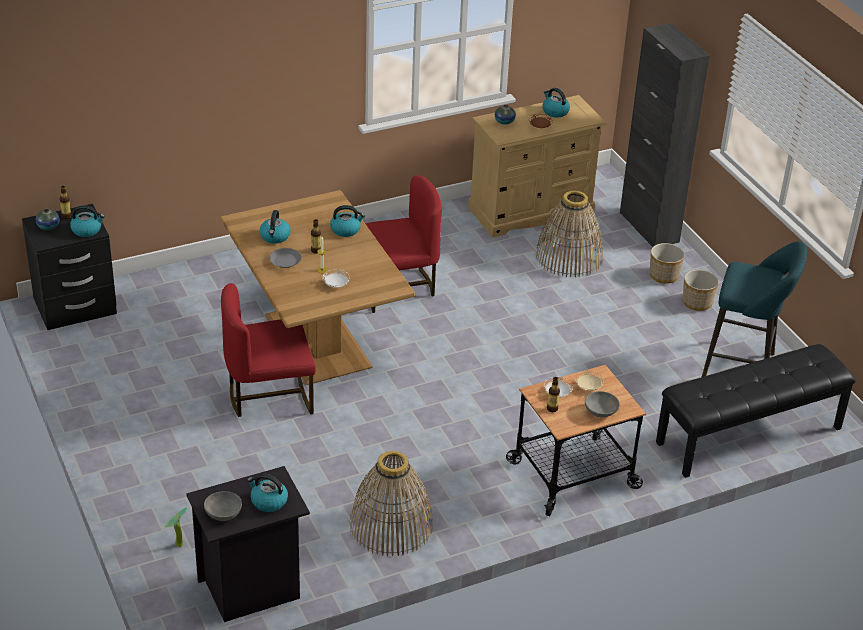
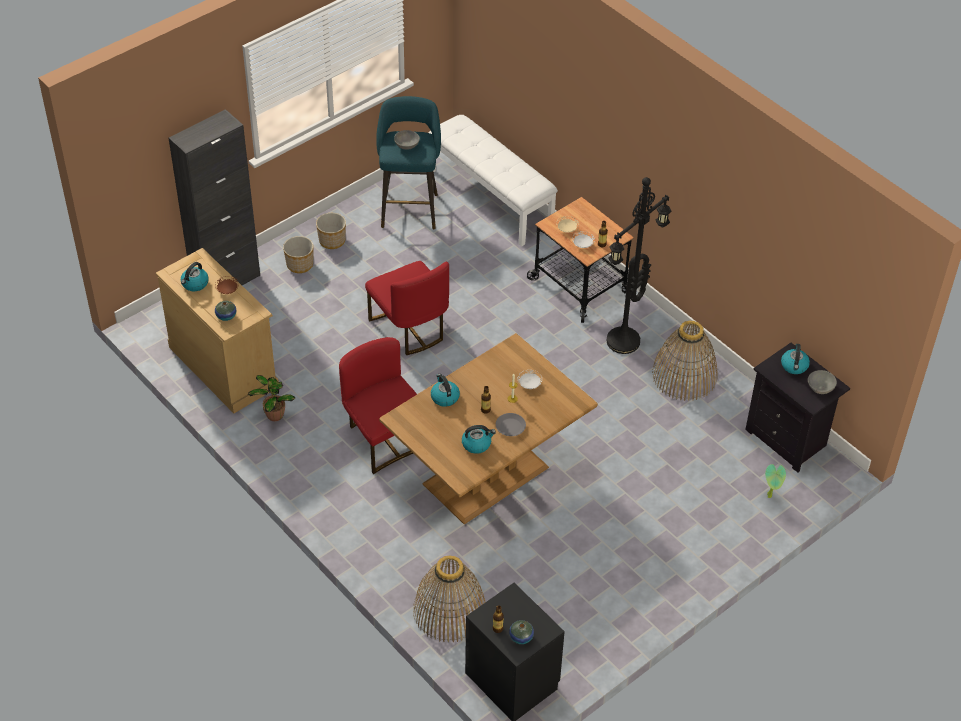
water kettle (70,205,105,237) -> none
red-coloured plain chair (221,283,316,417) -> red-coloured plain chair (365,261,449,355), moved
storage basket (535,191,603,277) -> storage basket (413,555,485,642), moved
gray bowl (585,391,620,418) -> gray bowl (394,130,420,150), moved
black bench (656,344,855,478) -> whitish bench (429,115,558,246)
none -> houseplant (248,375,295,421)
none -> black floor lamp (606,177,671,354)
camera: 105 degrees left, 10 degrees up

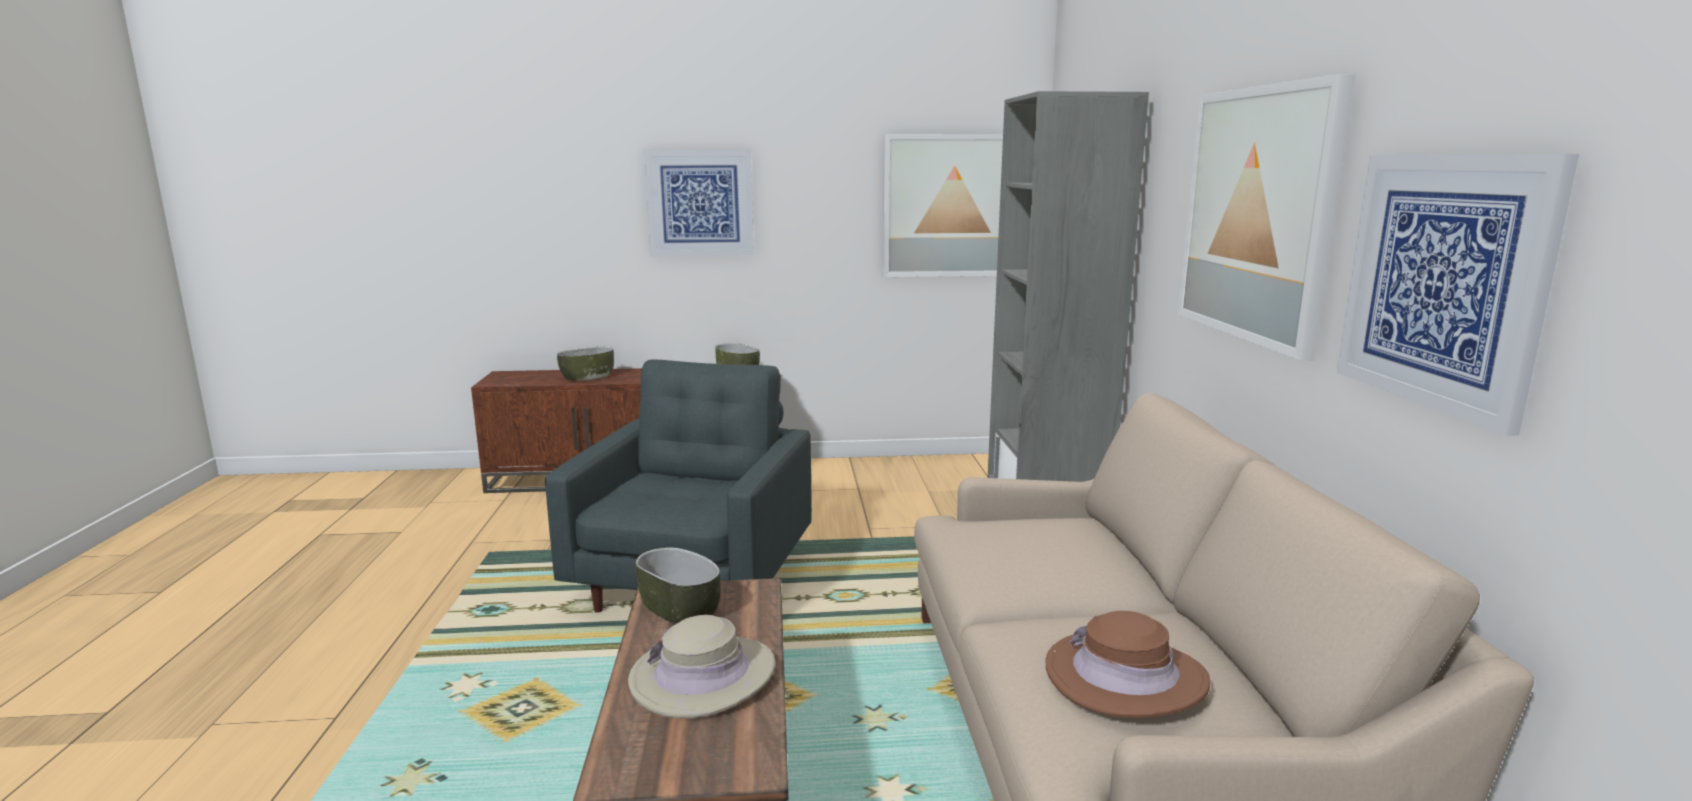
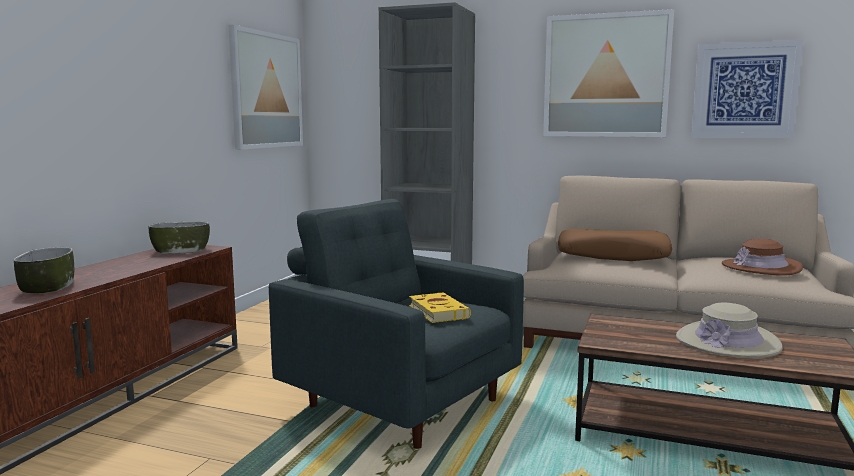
bowl (636,547,720,623) -> none
wall art (644,150,754,257) -> none
none -> yellow-coloured book (409,292,471,323)
none -> brownish cushion (558,229,672,261)
camera: 65 degrees left, 5 degrees down

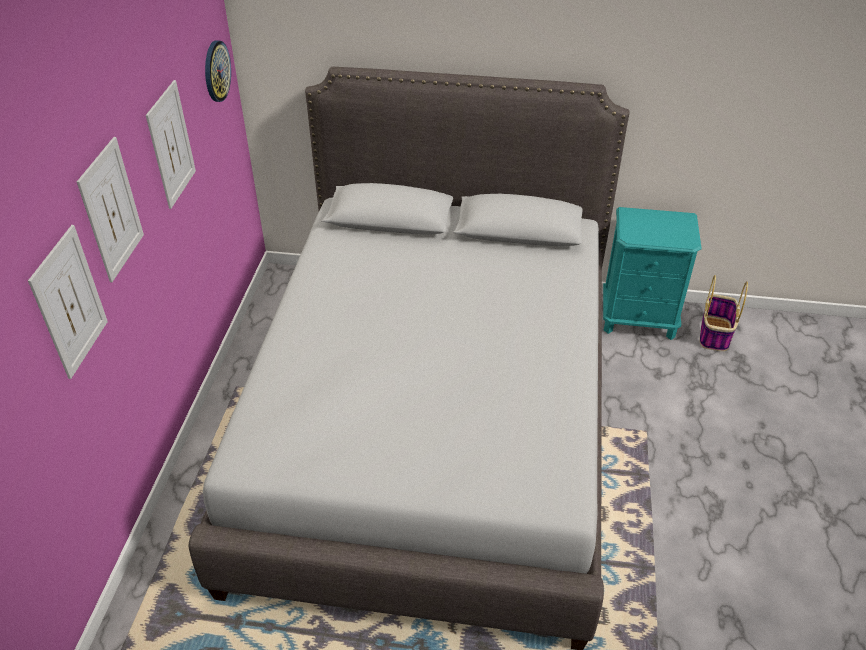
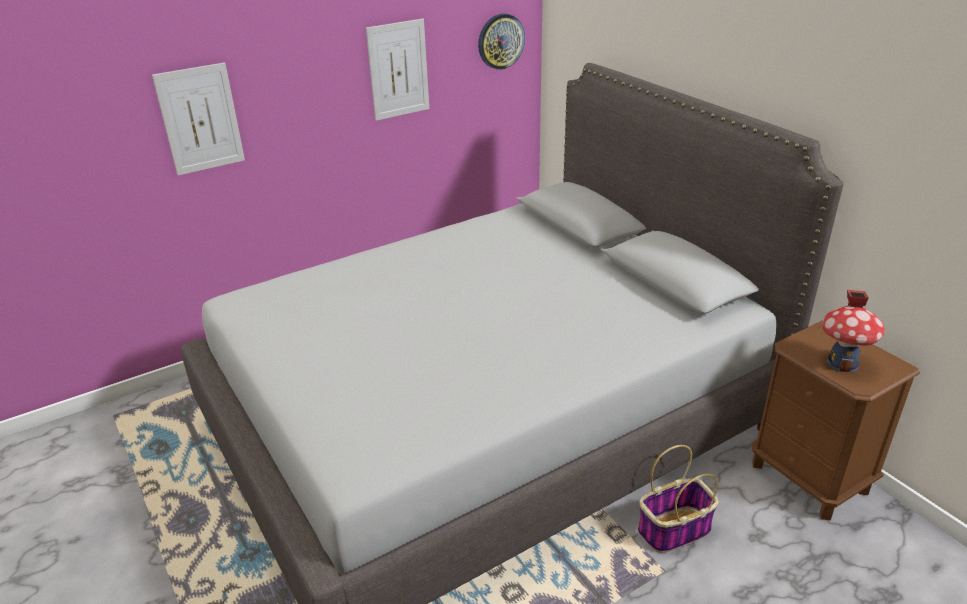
wall art (77,137,144,282) -> none
blue-green bedside table (603,207,702,340) -> brownish bedside table (752,320,920,520)
storage basket (700,275,748,351) -> storage basket (638,445,719,553), moved
none -> model house (822,290,885,373)
camera: 50 degrees right, 10 degrees down

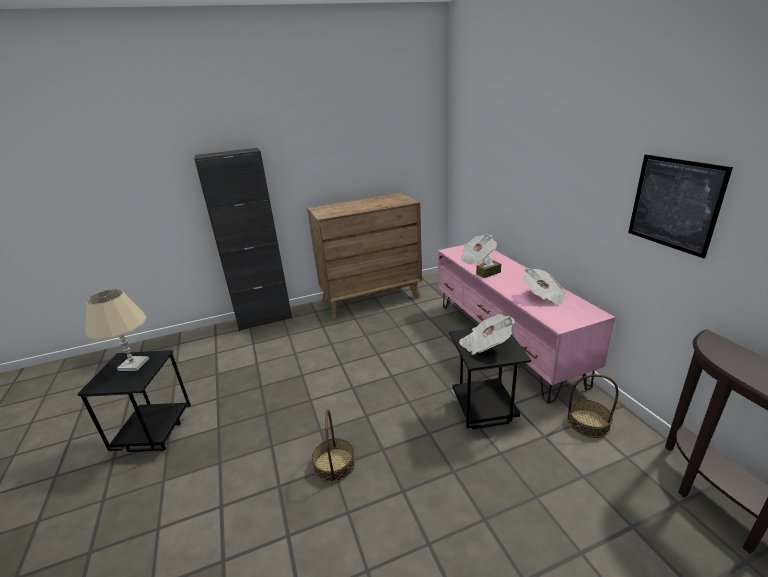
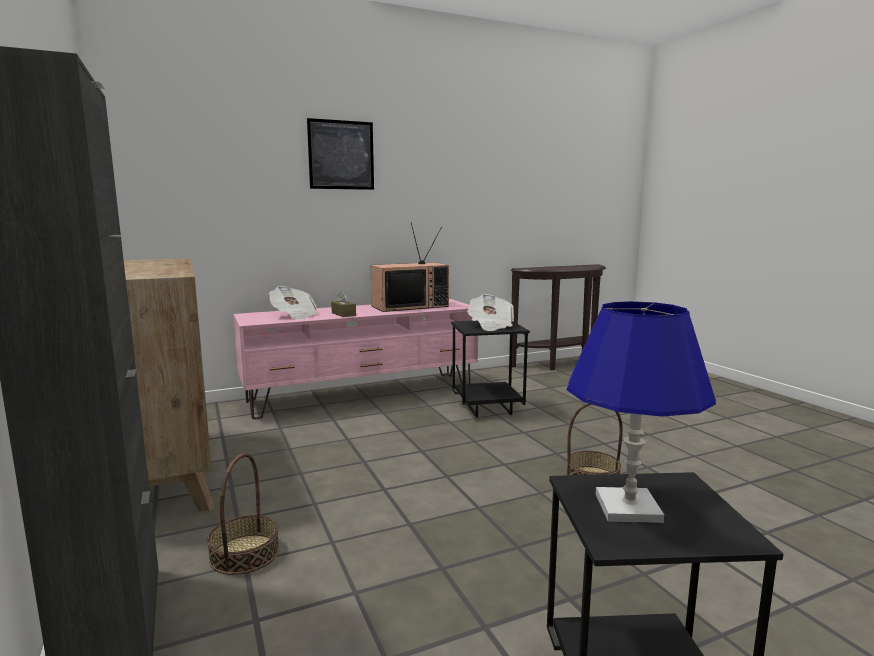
sand-coloured lamp for a table (85,289,149,371) -> blue lamp for a table (567,301,716,523)
printed paper (524,268,566,306) -> television (371,222,449,312)
storage basket (567,374,618,438) -> storage basket (207,453,280,575), moved
wall art (628,154,733,258) -> wall art (307,118,374,190), moved
camera: 95 degrees left, 15 degrees down

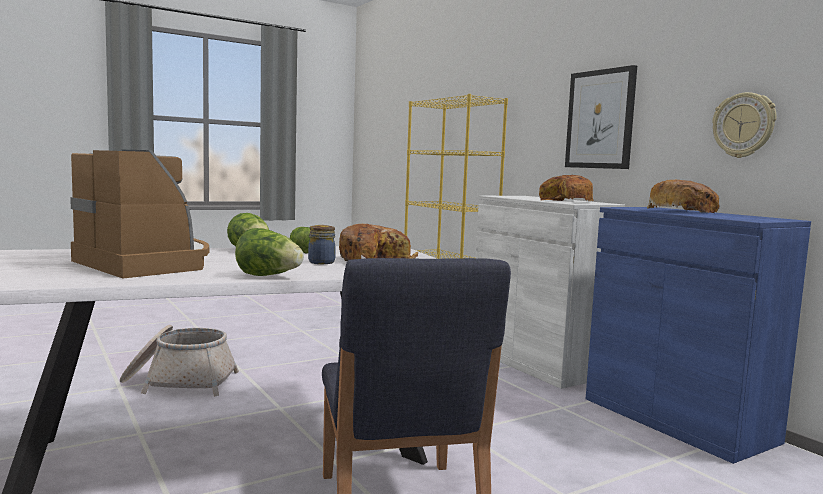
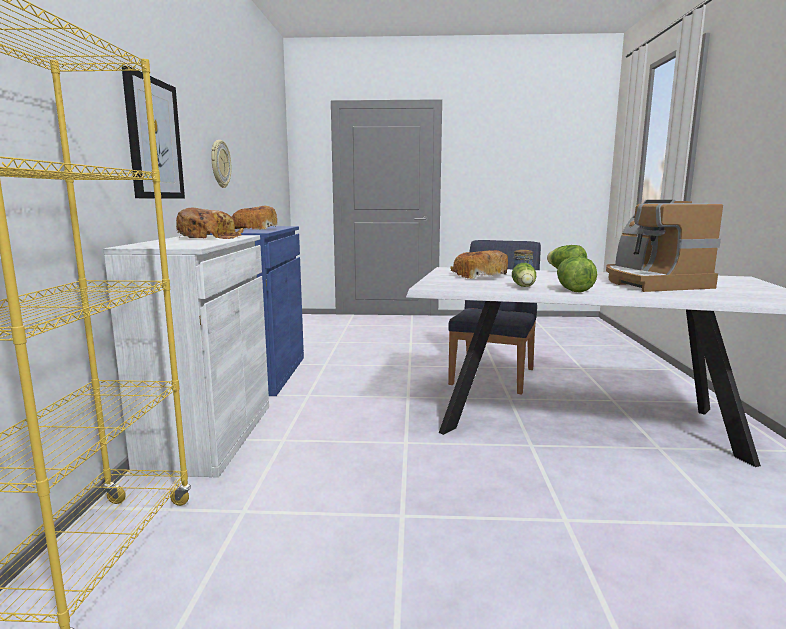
storage basket (120,325,239,397) -> none
camera: 145 degrees left, 5 degrees up

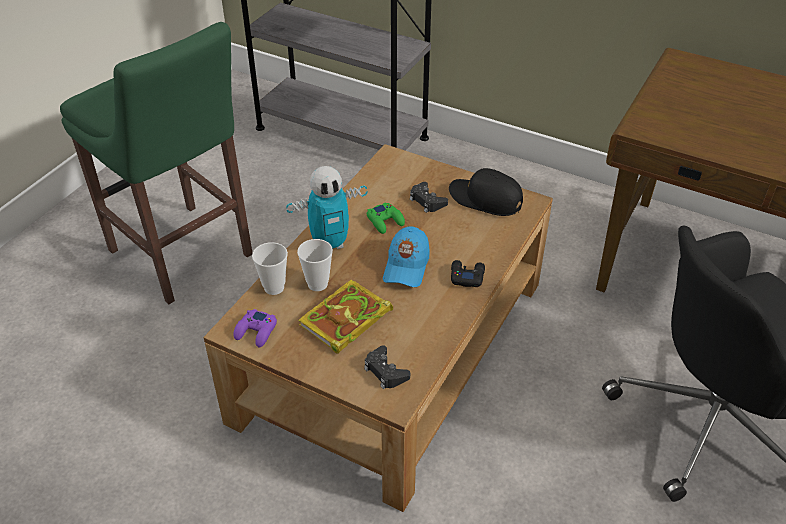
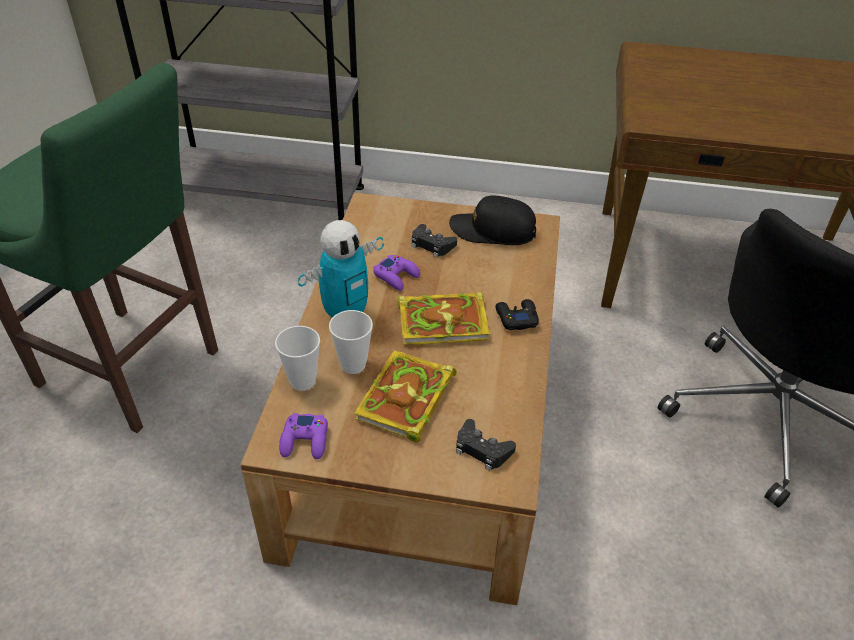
green gamepad (367,202,405,234) -> purple-coloured gamepad (373,255,420,291)
blue peaked cap (383,227,429,287) -> book (398,291,490,345)
camera: 20 degrees left, 0 degrees up

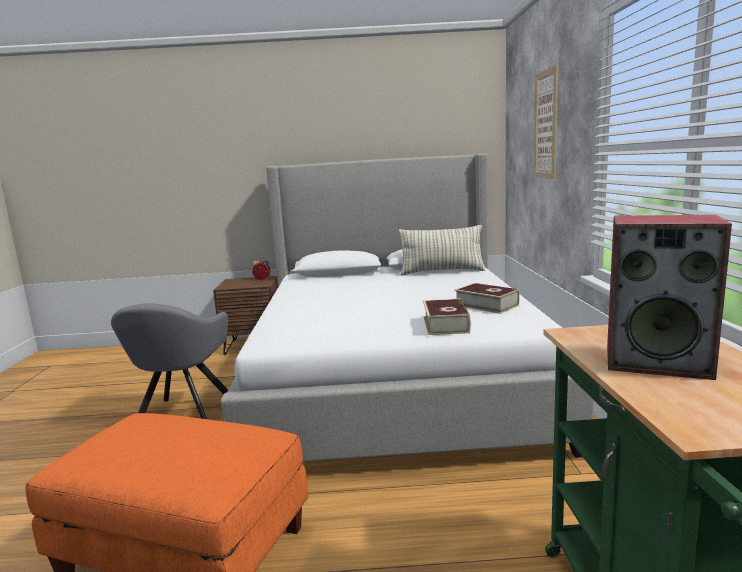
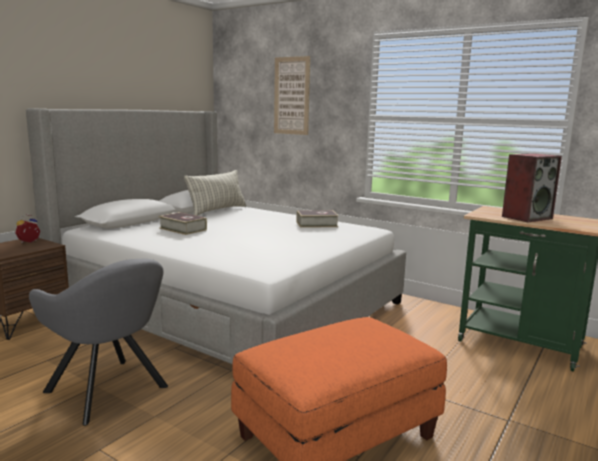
book (423,299,471,335) -> book (158,212,207,235), moved
camera: 55 degrees left, 0 degrees up

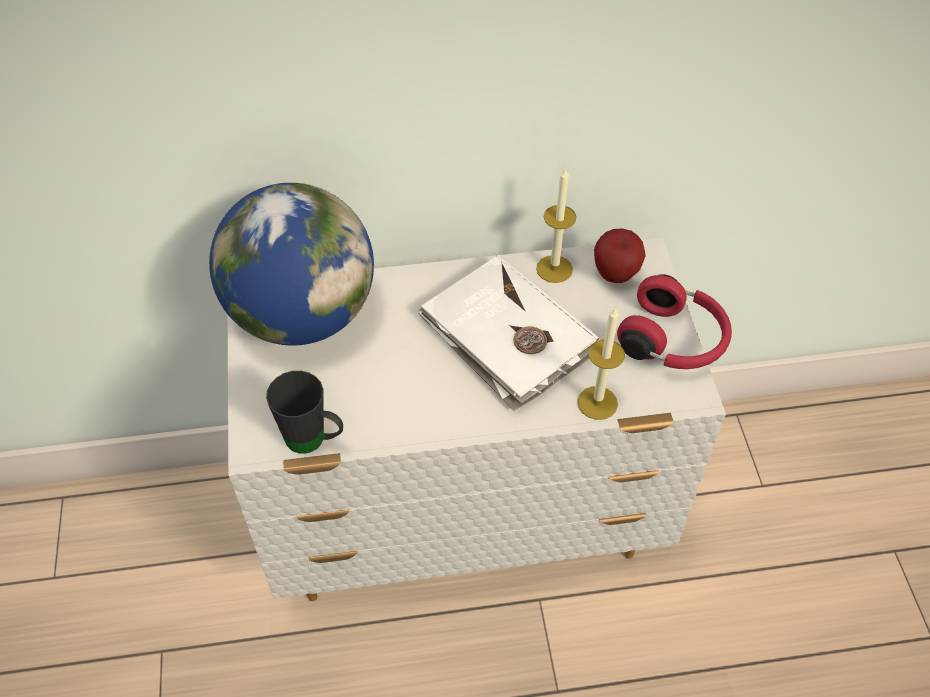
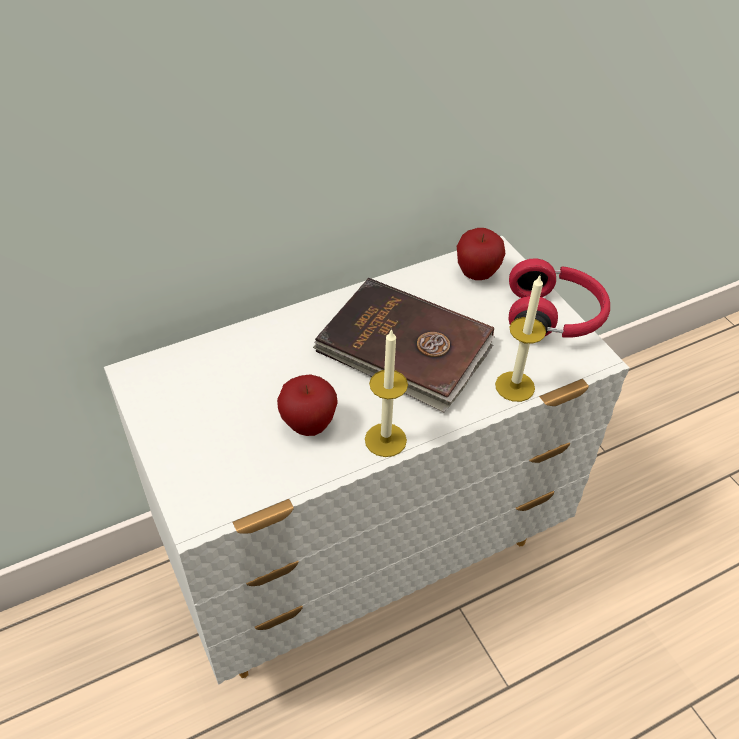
globe (209,183,374,346) -> none
black mug (266,371,343,454) -> none
whitish book (419,255,599,411) -> brownish book (313,278,495,412)
wax light (536,168,577,283) -> wax light (365,328,408,457), moved
none -> apple fruit (277,374,338,436)
camera: 20 degrees left, 5 degrees down

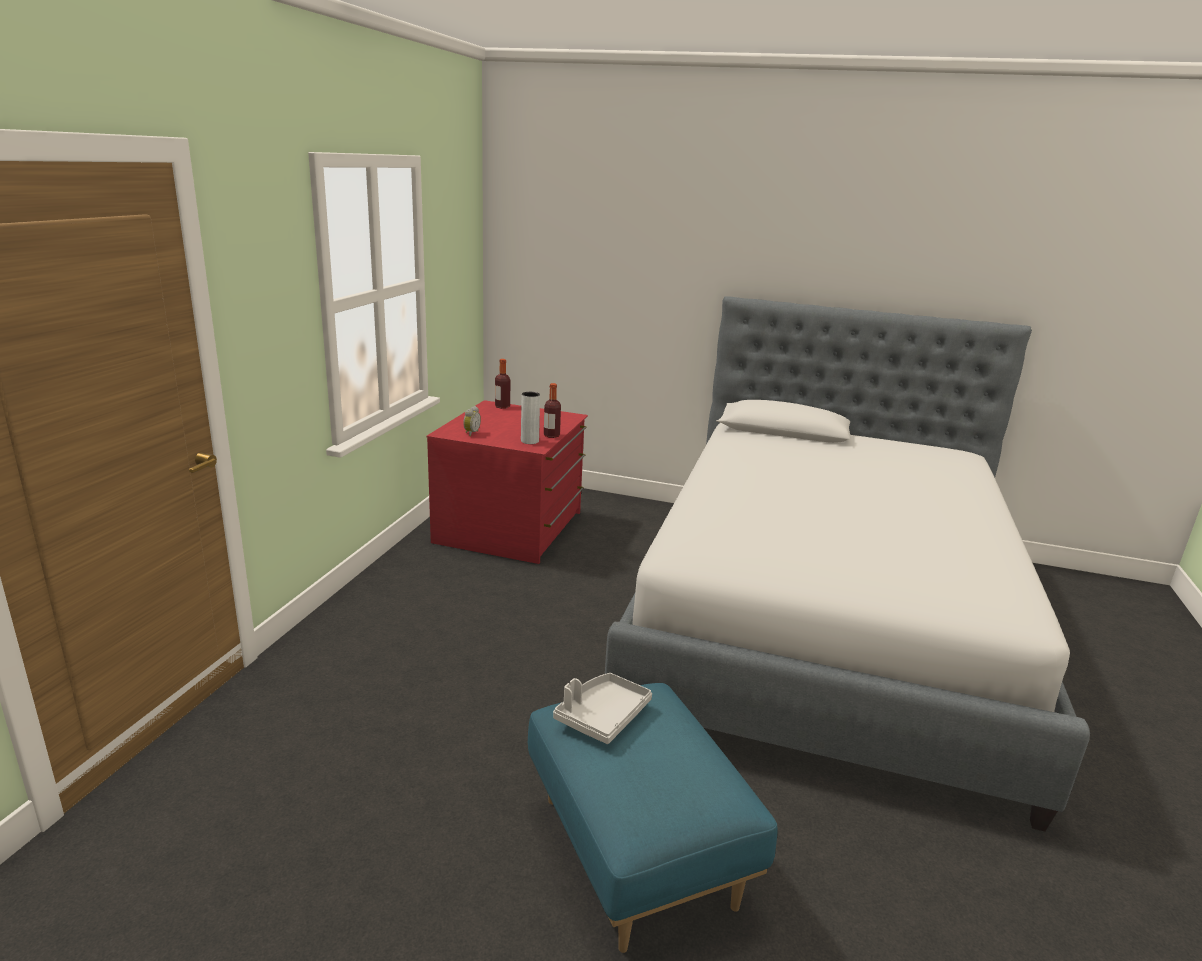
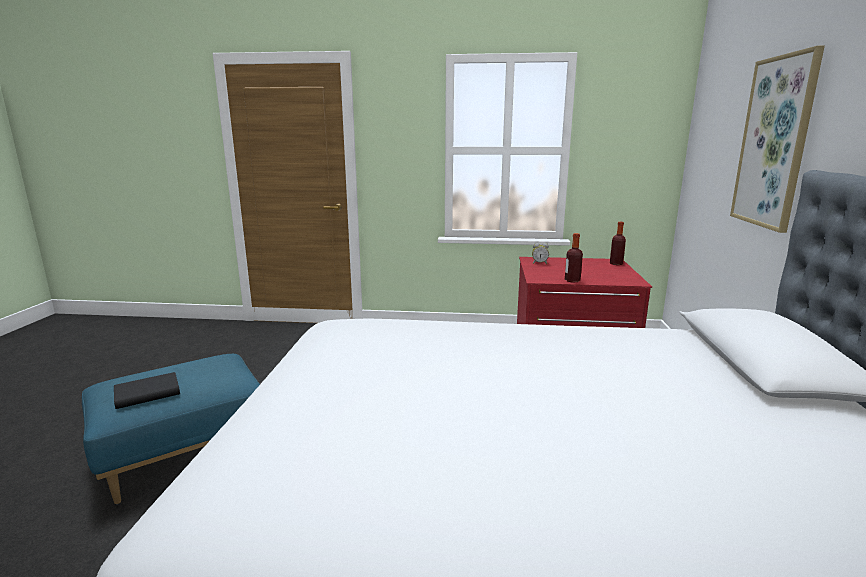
gray vase (521,392,540,444) -> none
gray carrying tray (553,673,652,744) -> none
none -> black book (114,372,180,409)
none -> wall art (730,46,825,233)
camera: 80 degrees right, 5 degrees down

